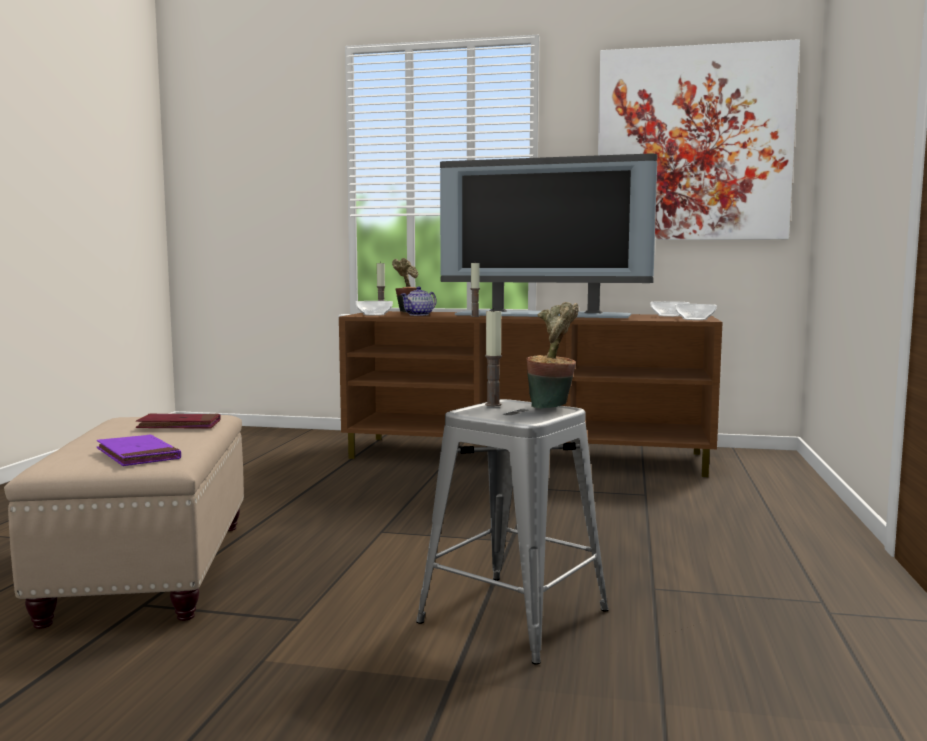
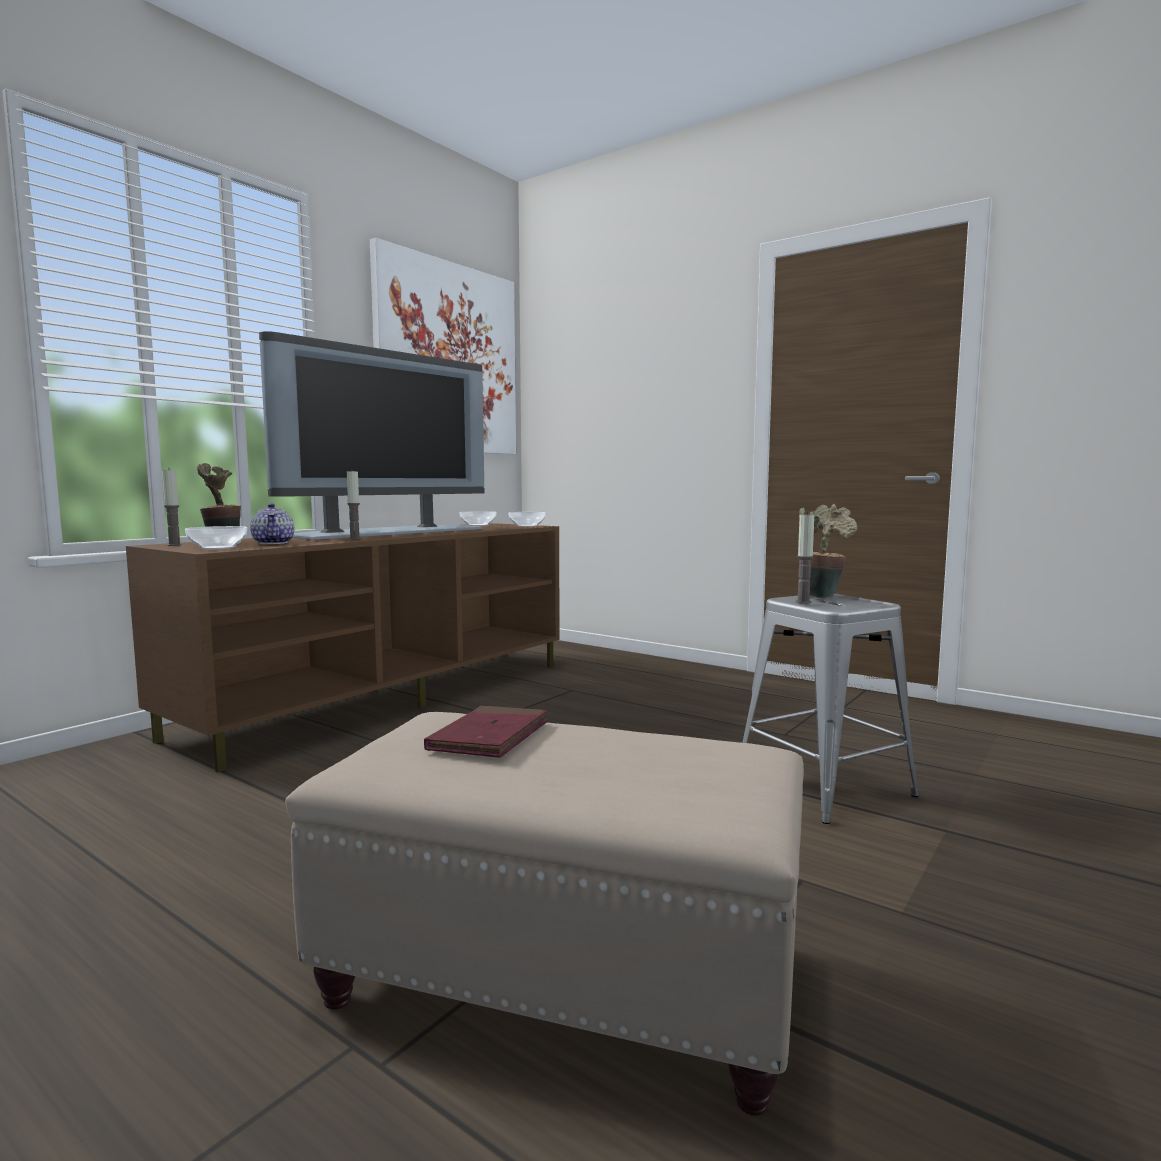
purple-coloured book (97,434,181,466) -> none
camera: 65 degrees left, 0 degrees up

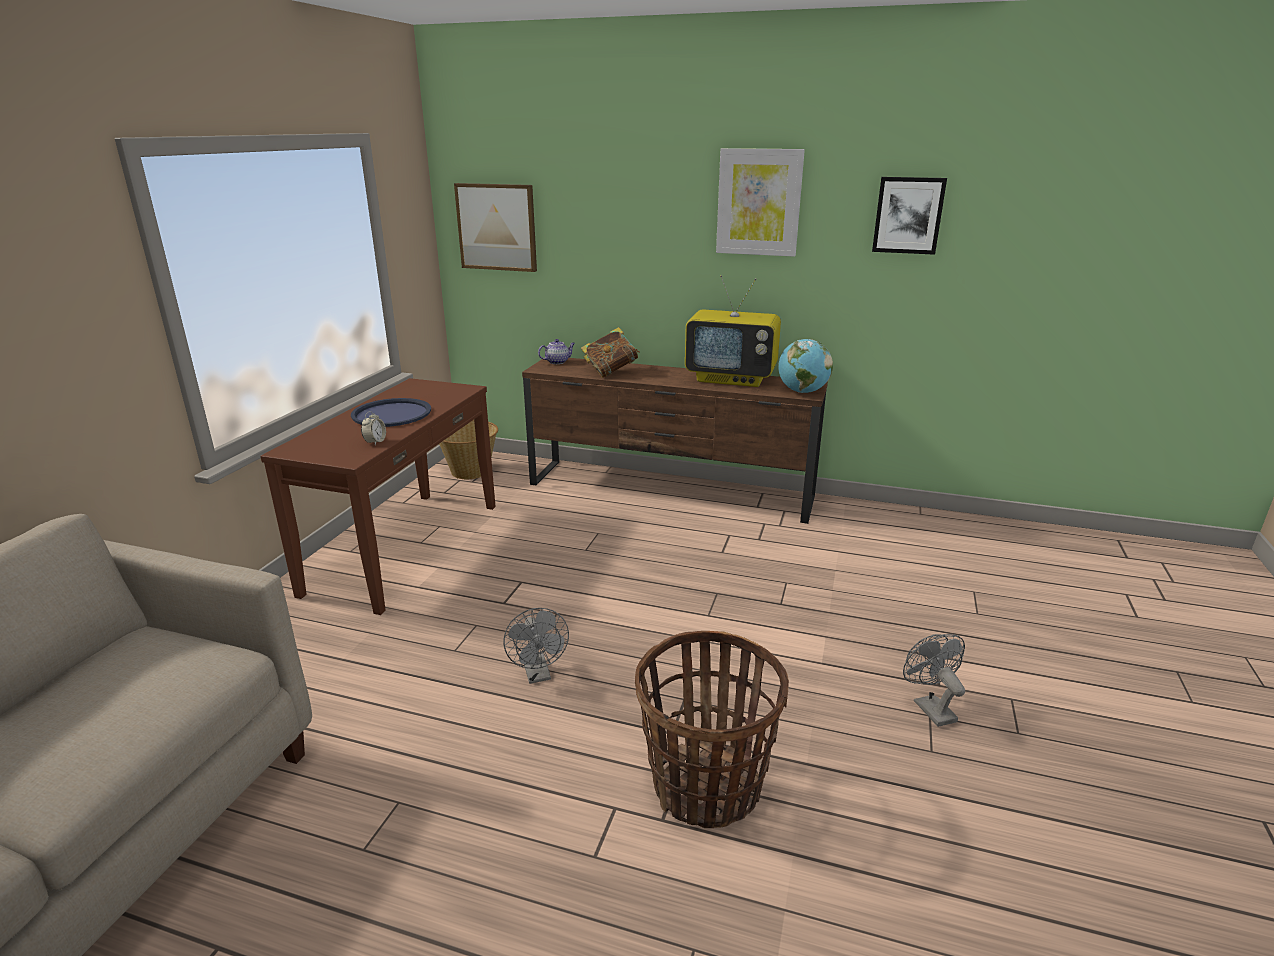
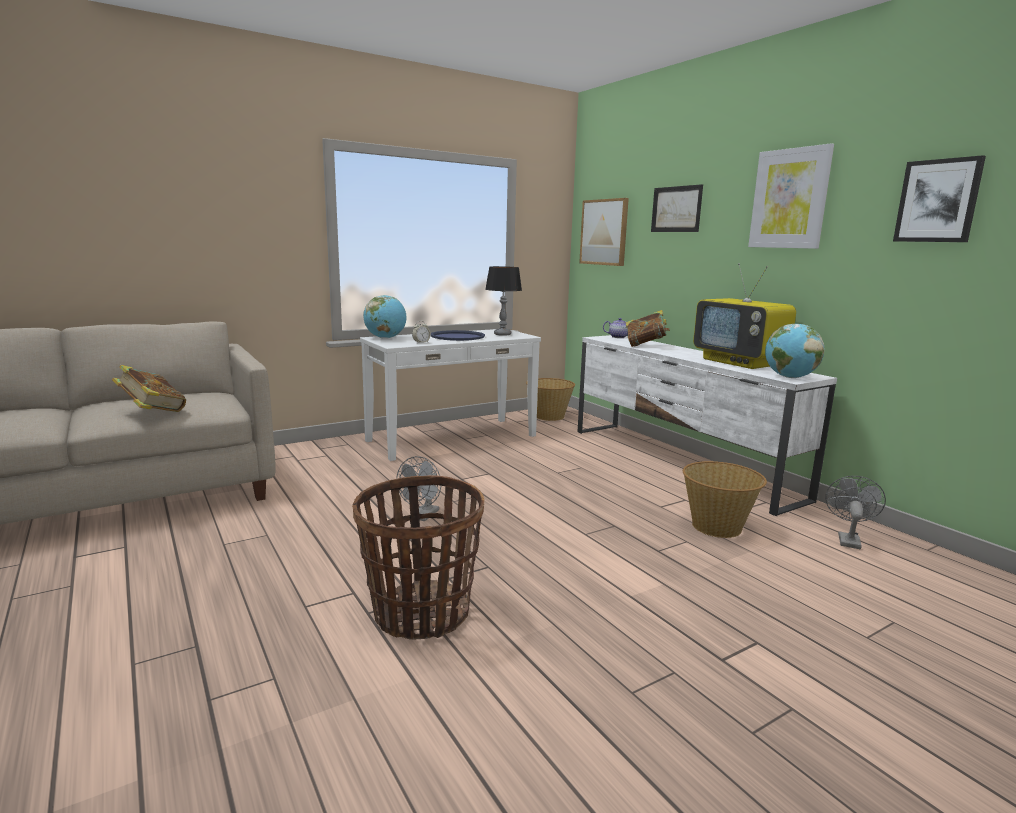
brownish narrow table (260,378,496,615) -> whitish narrow table (360,329,541,461)
brownish tv stand (522,357,828,524) -> whitish tv stand (577,335,837,516)
gray cooling fan (903,634,965,727) -> gray cooling fan (825,476,886,549), moved
none -> book (112,365,186,412)
none -> globe (363,295,406,339)
none -> lamp for a table (485,266,522,336)
none -> wall art (651,184,703,232)
none -> storage basket (683,461,767,538)
camera: 40 degrees right, 10 degrees down

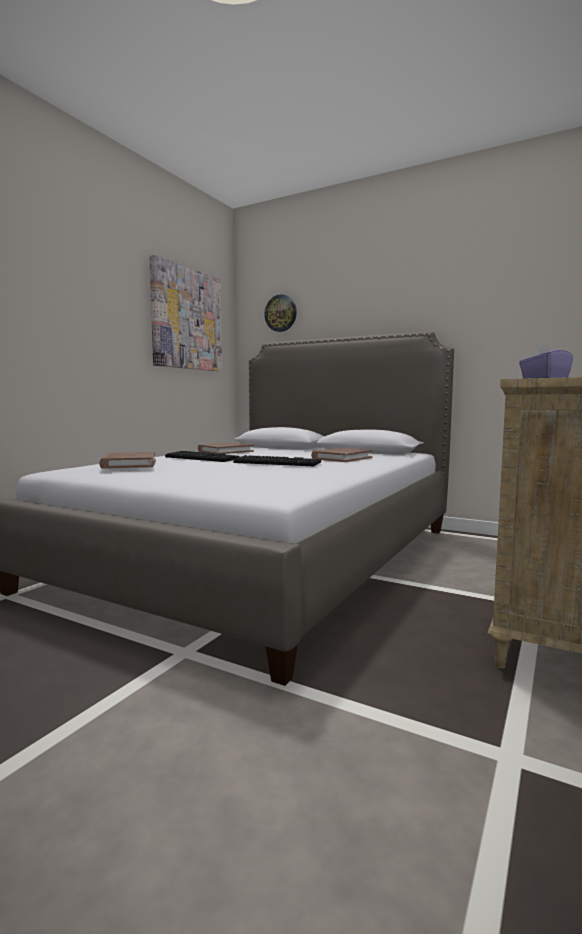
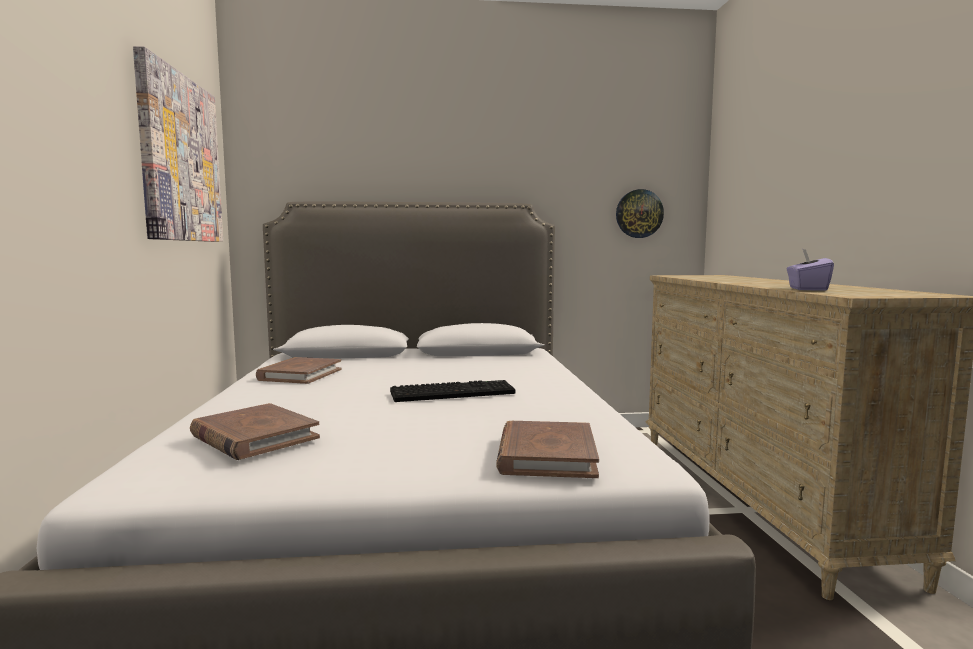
keyboard (165,451,239,462) -> none
hanging clock (264,295,297,332) -> hanging clock (616,189,664,238), moved
brownish book (311,448,373,462) -> brownish book (496,421,599,478), moved
camera: 35 degrees left, 0 degrees up

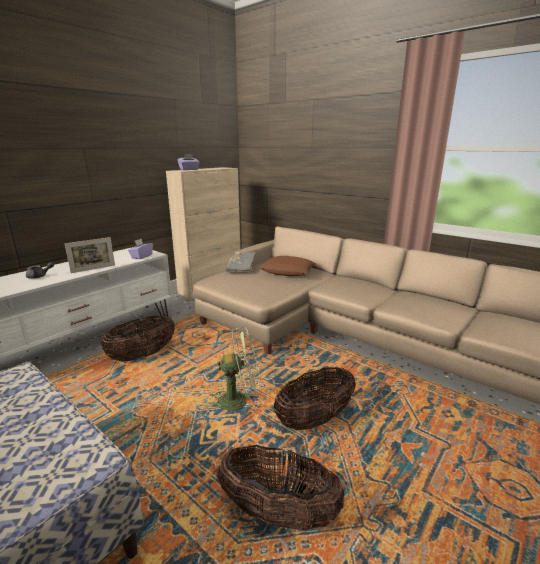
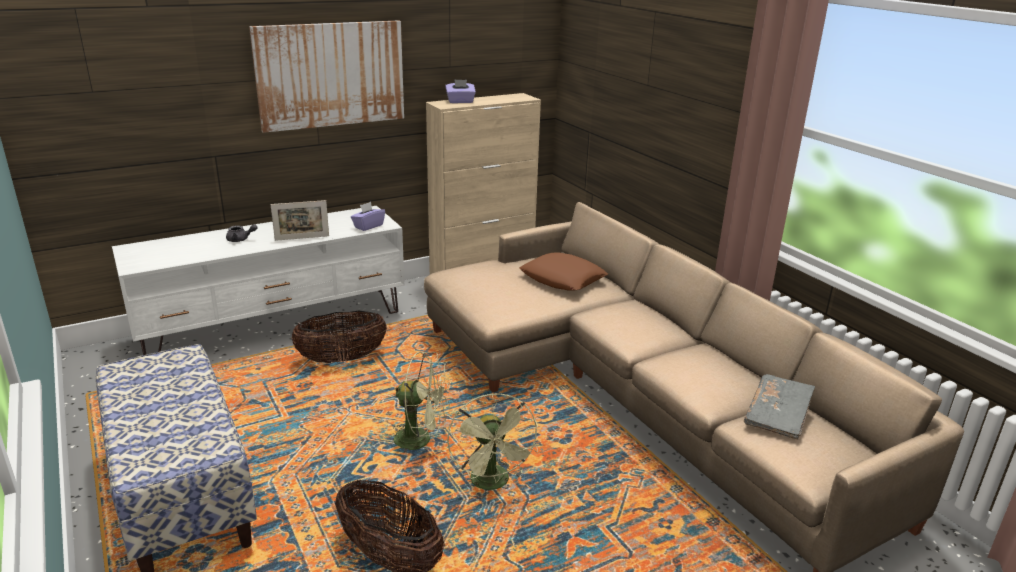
gray book (225,252,256,273) -> gray book (744,374,815,439), moved
storage basket (274,367,356,430) -> green cooling fan (447,393,538,490)
none -> wall art (249,20,404,133)
camera: 20 degrees right, 5 degrees up

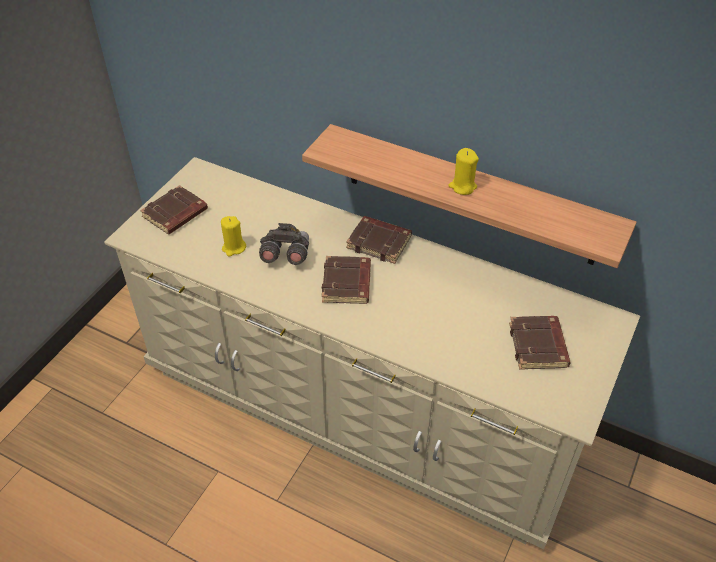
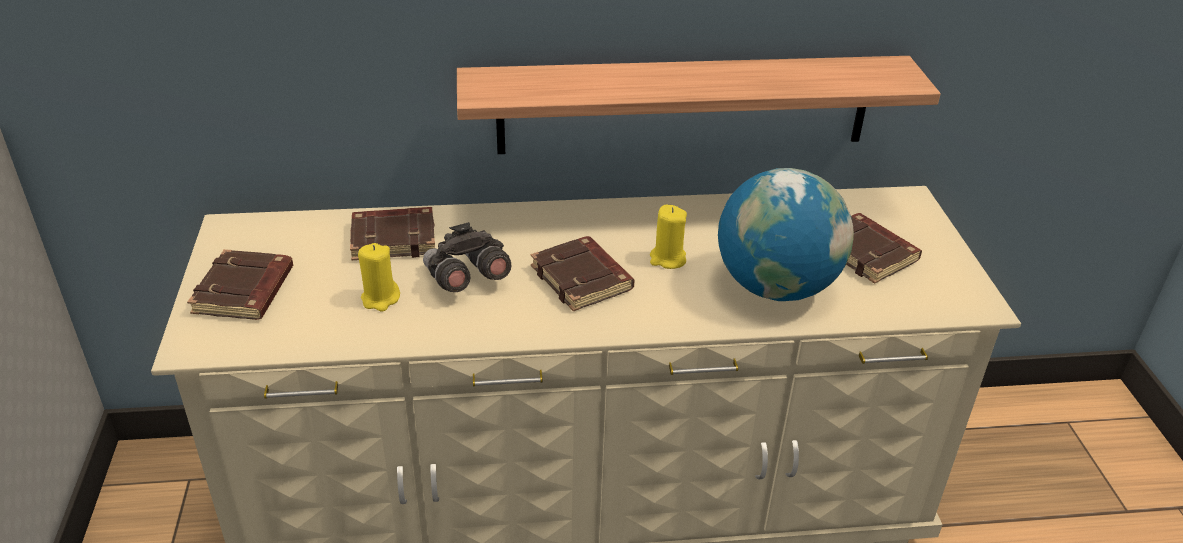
brownish book (346,216,412,264) -> brownish book (350,207,435,260), moved
yellow-coloured wax light (448,148,479,195) -> yellow-coloured wax light (650,205,687,269), moved
none -> globe (718,168,854,301)
camera: 35 degrees left, 10 degrees down

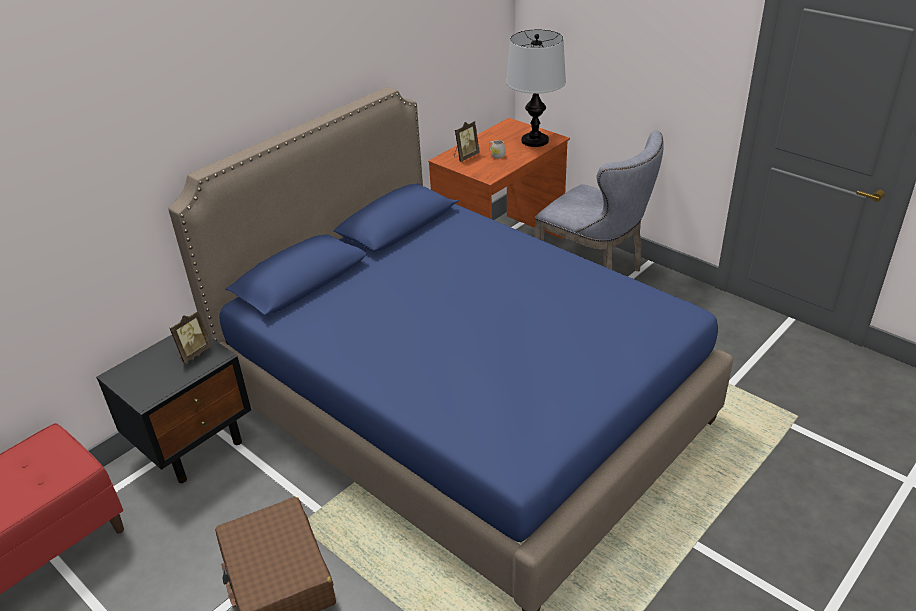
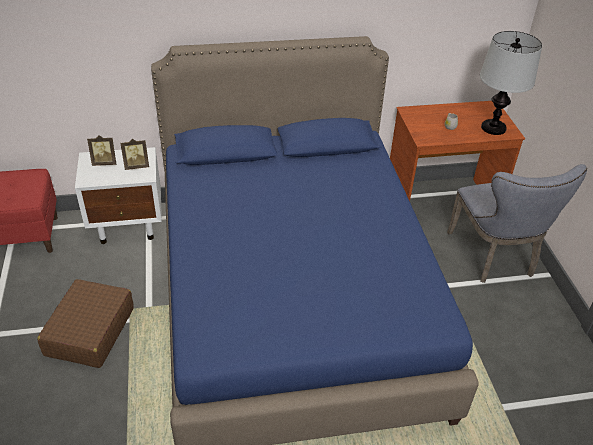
black bedside table (96,335,251,483) -> whitish bedside table (75,147,162,244)
standing frame (454,121,480,162) -> standing frame (87,135,116,166), moved
camera: 35 degrees right, 5 degrees up

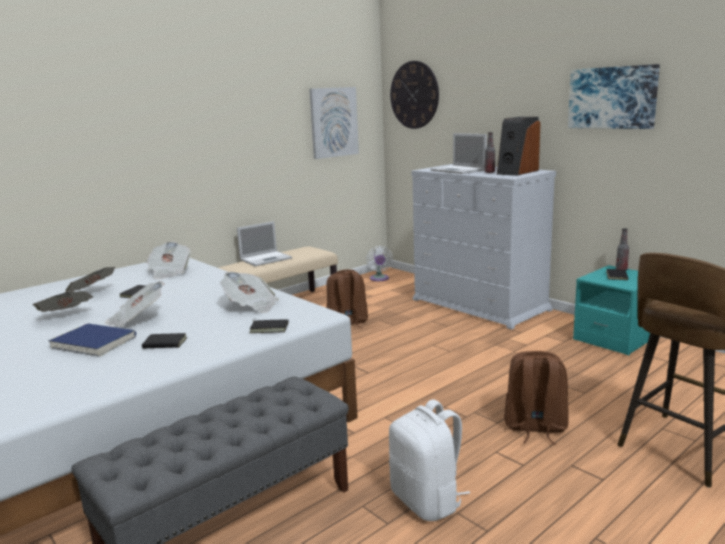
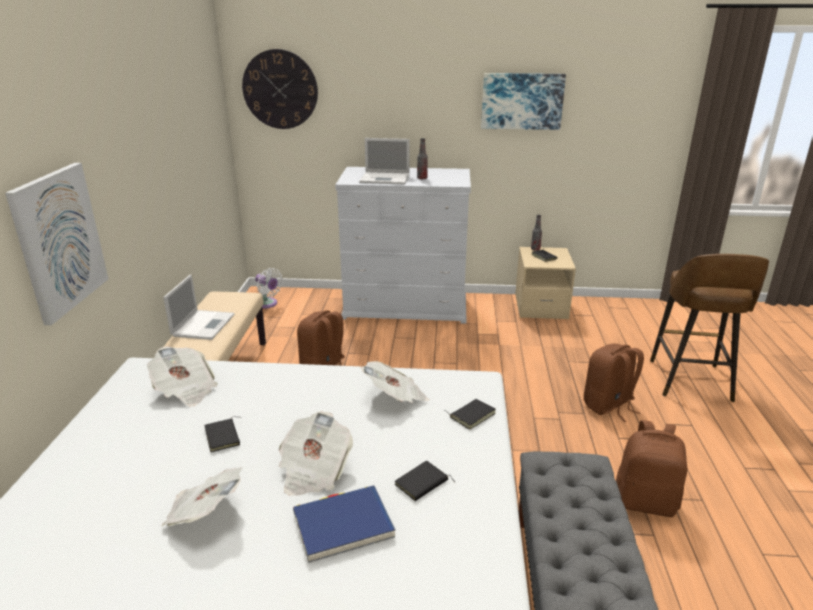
printed paper (64,267,115,293) -> none
wall art (309,87,359,159) -> wall art (5,163,108,325), moved
whitish backpack (389,400,470,521) -> brownish backpack (616,420,687,517)
loudspeaker (497,117,541,176) -> none
blue-green bedside table (573,265,650,355) -> sand-coloured bedside table (515,247,576,319)
camera: 45 degrees left, 10 degrees up

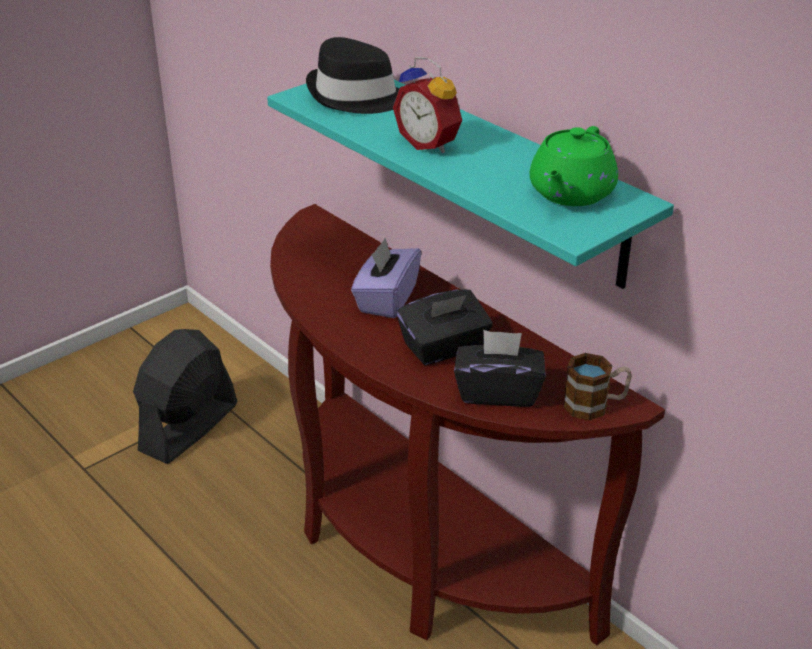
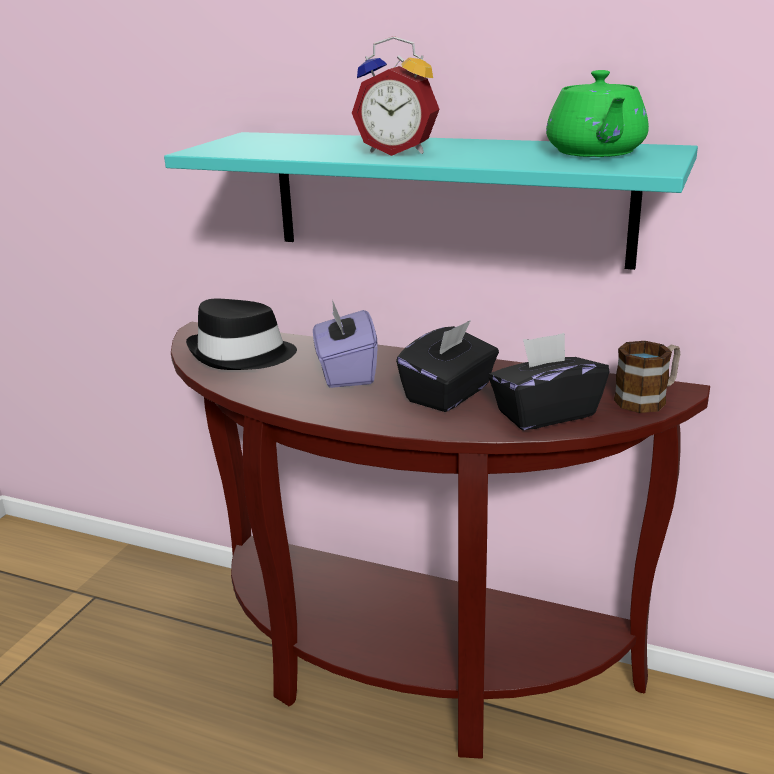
black cooling fan (133,329,237,464) -> none
black hat (306,37,399,114) -> black hat (186,299,297,370), moved
camera: 25 degrees left, 10 degrees down

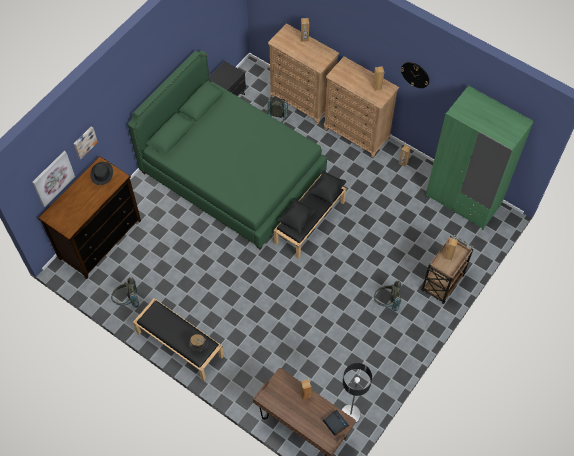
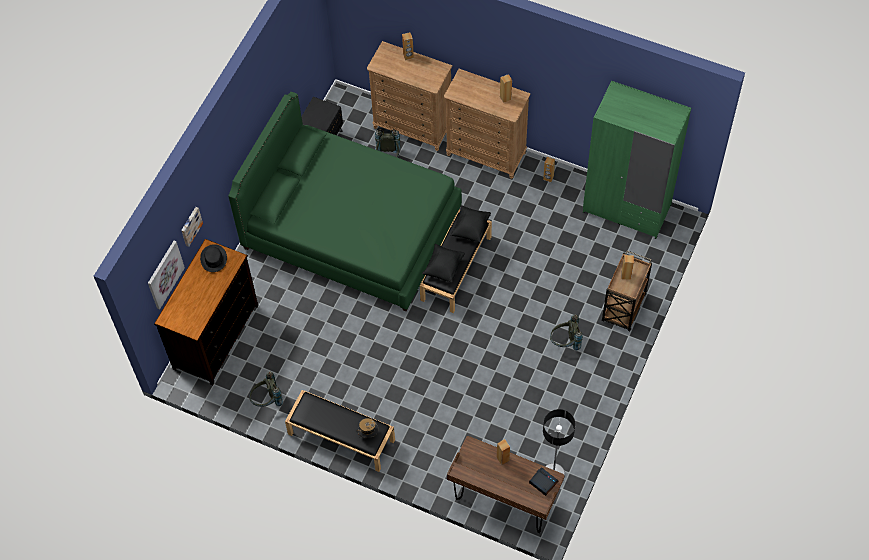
hanging clock (401,62,429,88) -> none
camera: 10 degrees left, 0 degrees up

